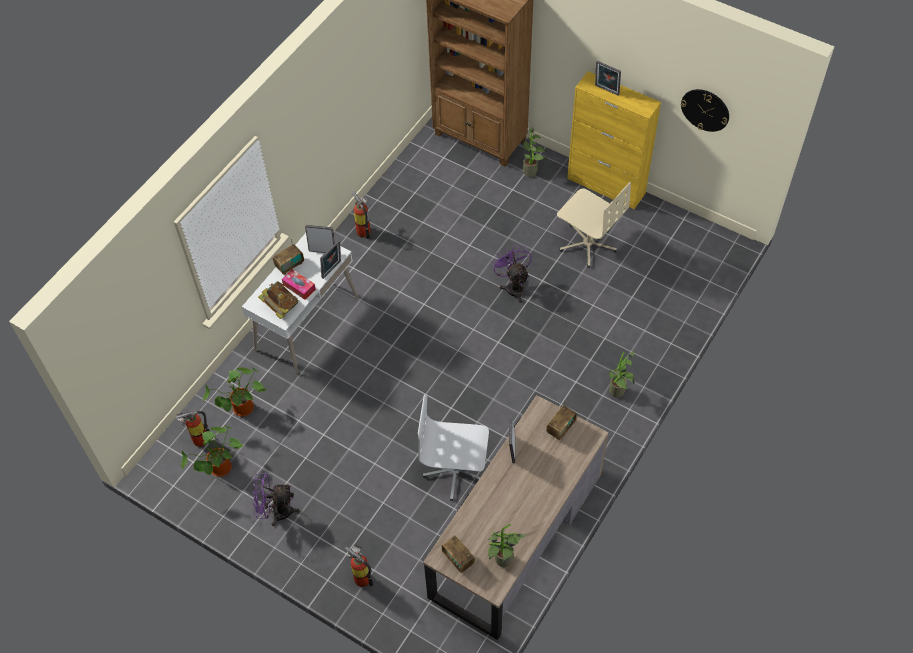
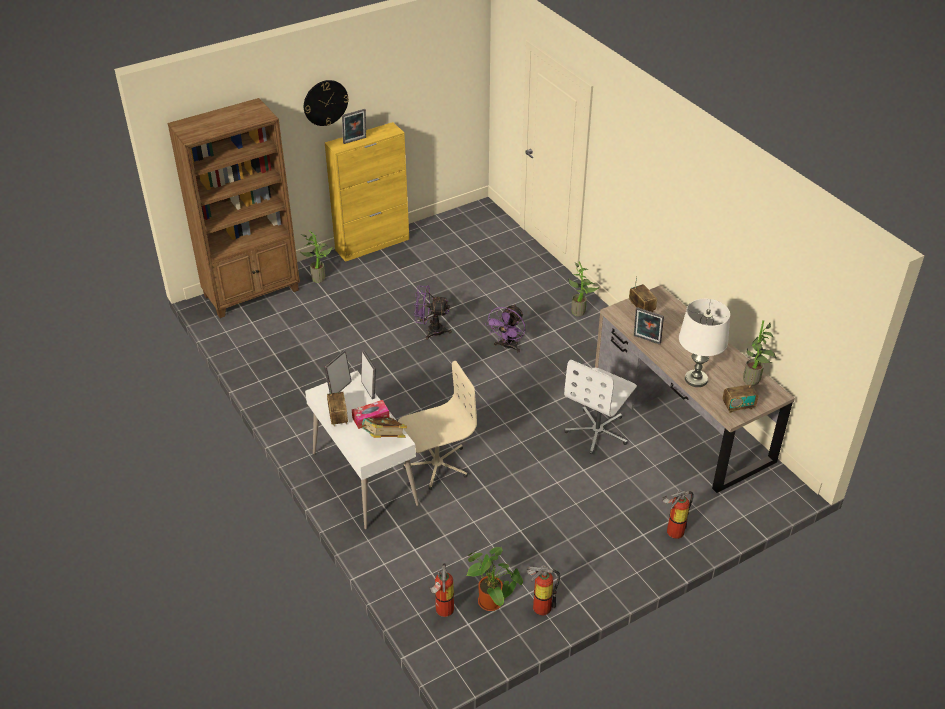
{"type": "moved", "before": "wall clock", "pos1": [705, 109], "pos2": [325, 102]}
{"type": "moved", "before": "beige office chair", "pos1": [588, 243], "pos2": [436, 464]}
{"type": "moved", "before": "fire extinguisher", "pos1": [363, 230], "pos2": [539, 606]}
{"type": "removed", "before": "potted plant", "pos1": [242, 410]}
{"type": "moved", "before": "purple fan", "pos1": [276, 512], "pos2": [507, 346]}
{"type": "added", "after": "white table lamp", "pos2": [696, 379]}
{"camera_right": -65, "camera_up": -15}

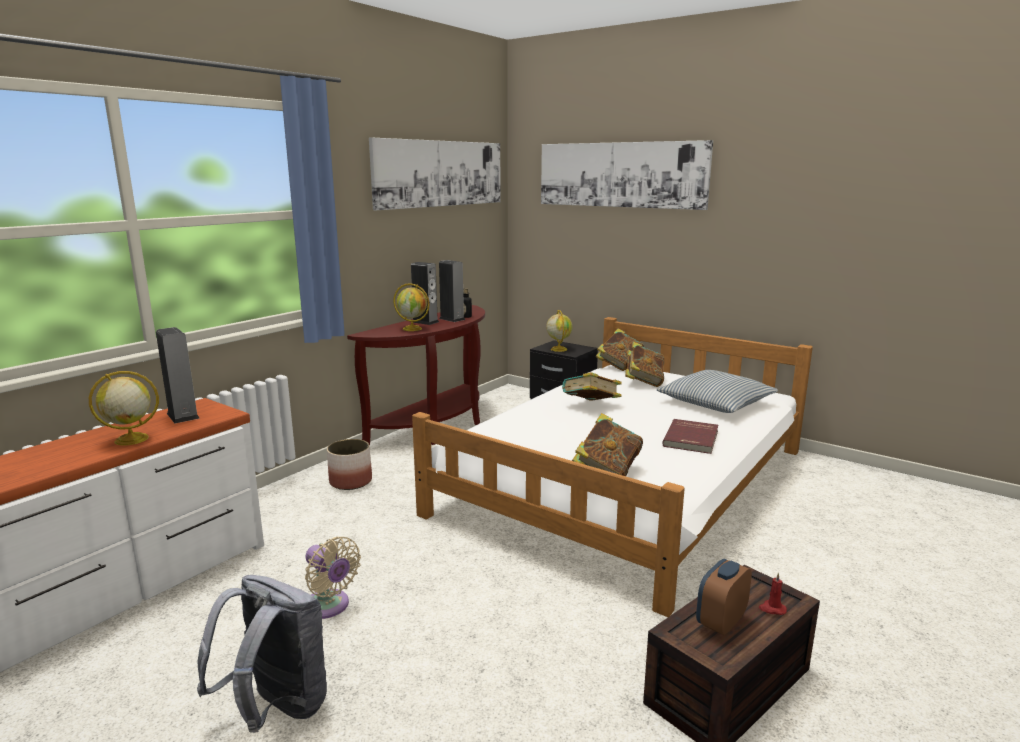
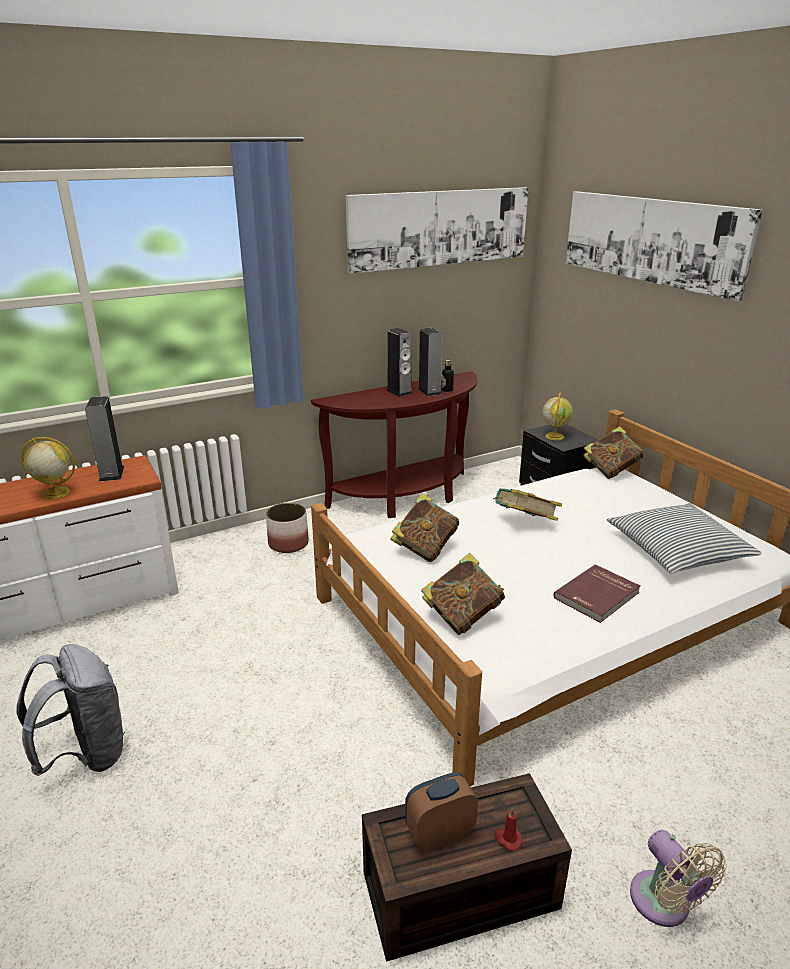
{"type": "removed", "before": "globe", "pos1": [413, 329]}
{"type": "moved", "before": "book", "pos1": [643, 382], "pos2": [425, 548]}
{"type": "moved", "before": "beige fan", "pos1": [329, 607], "pos2": [664, 905]}
{"camera_right": 25, "camera_up": 10}

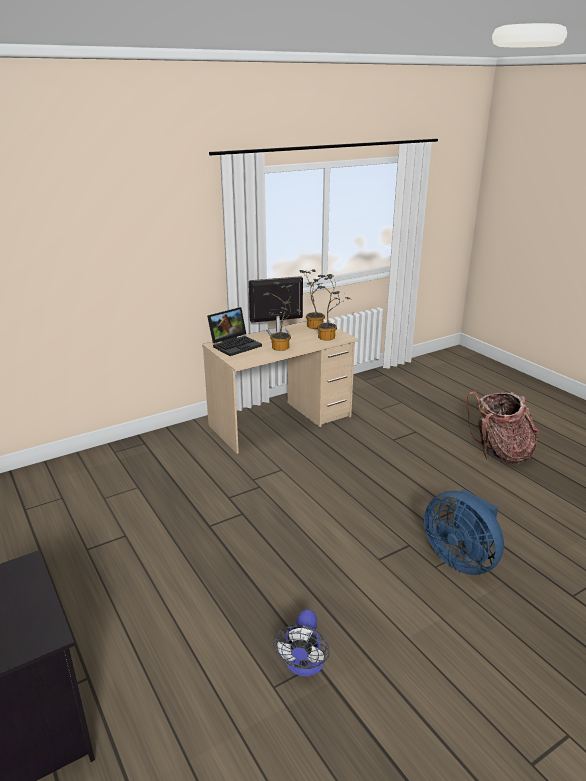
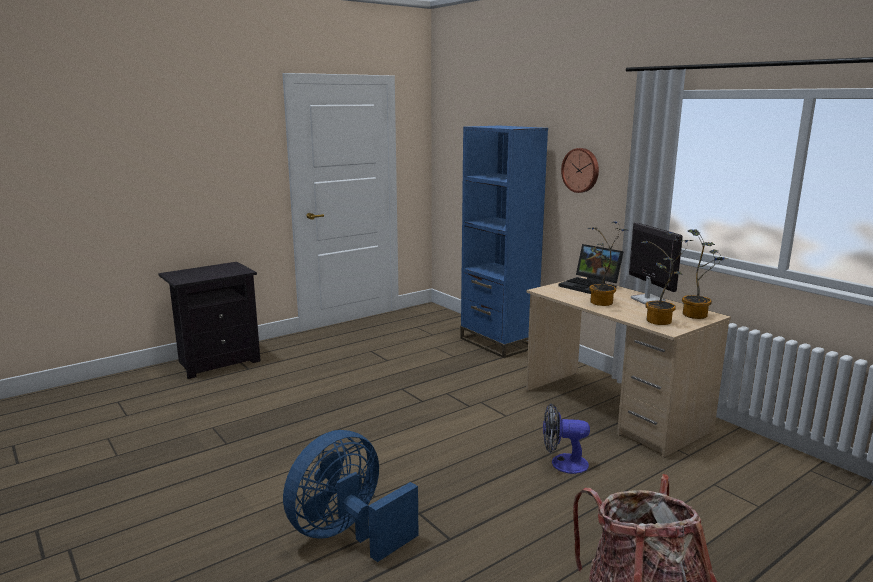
{"type": "moved", "before": "fan", "pos1": [303, 666], "pos2": [562, 463]}
{"type": "added", "after": "blue bookcase", "pos2": [498, 343]}
{"type": "added", "after": "wall clock", "pos2": [581, 170]}
{"camera_right": 85, "camera_up": -10}

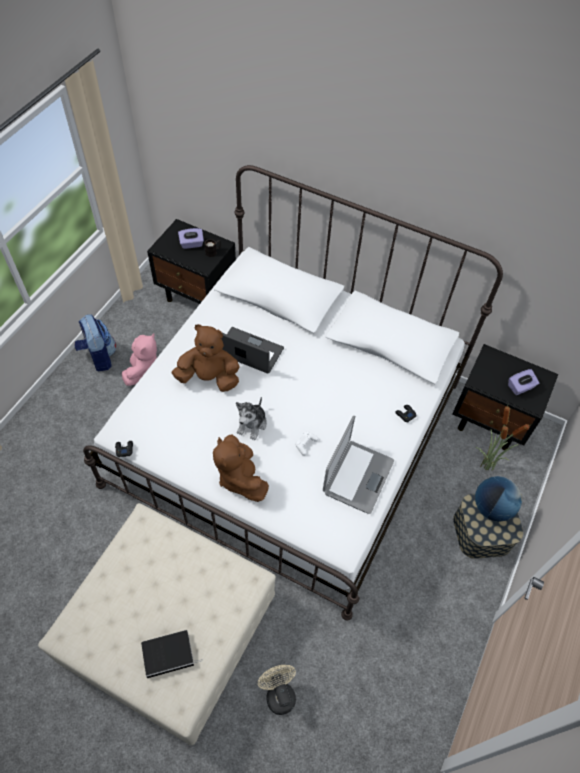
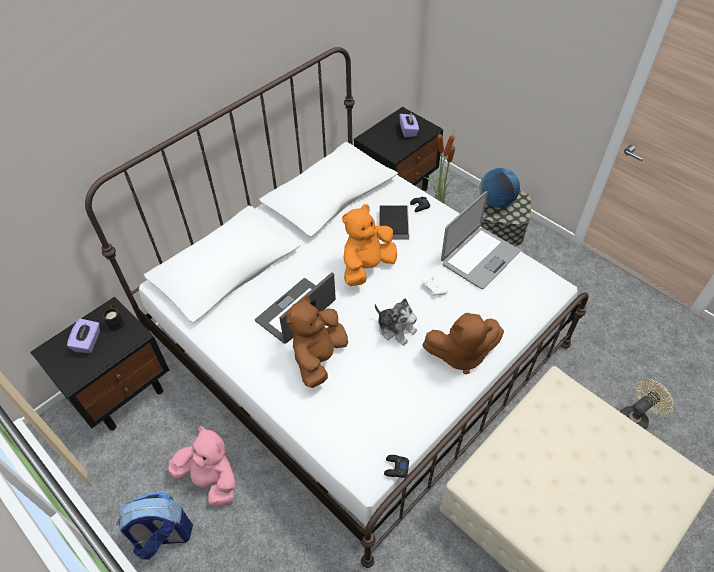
{"type": "turned", "before": "laptop", "pos1": [357, 476], "pos2": [479, 257], "turn": 90}
{"type": "moved", "before": "book", "pos1": [169, 653], "pos2": [393, 223]}
{"type": "turned", "before": "beige fan", "pos1": [278, 693], "pos2": [635, 418], "turn": 150}
{"type": "added", "after": "orange plush toy", "pos2": [367, 267]}
{"camera_right": -70, "camera_up": -5}

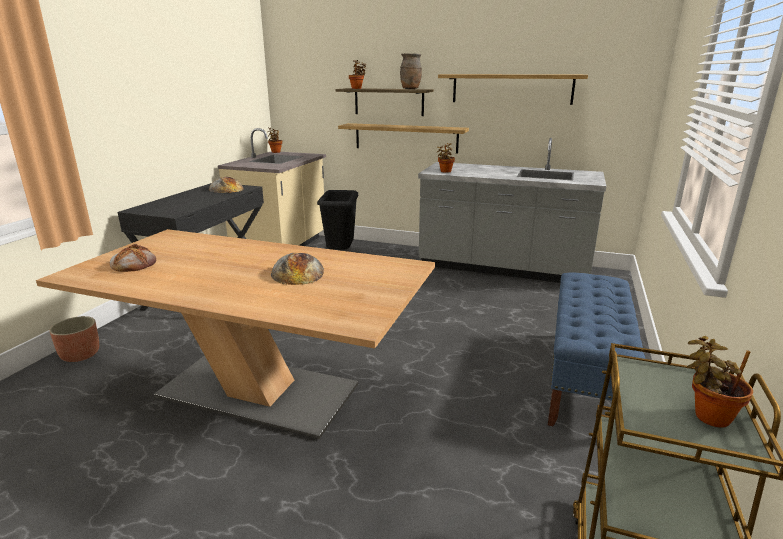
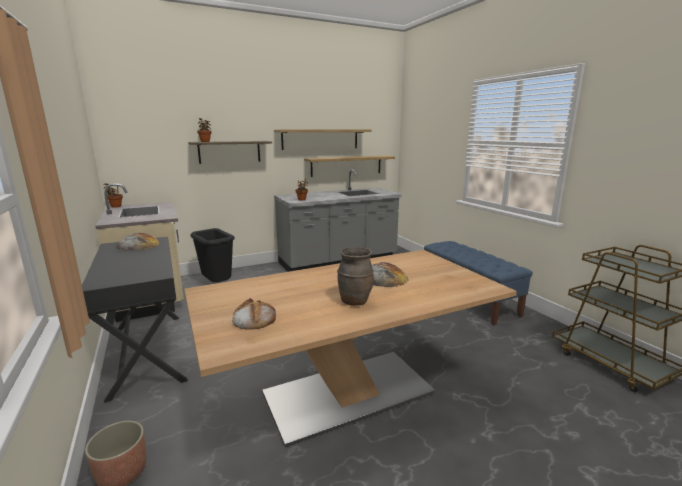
{"type": "moved", "before": "brown vase", "pos1": [410, 89], "pos2": [354, 301]}
{"type": "moved", "before": "shelf", "pos1": [406, 138], "pos2": [346, 165]}
{"type": "removed", "before": "potted plant", "pos1": [708, 415]}
{"camera_right": -45, "camera_up": -5}

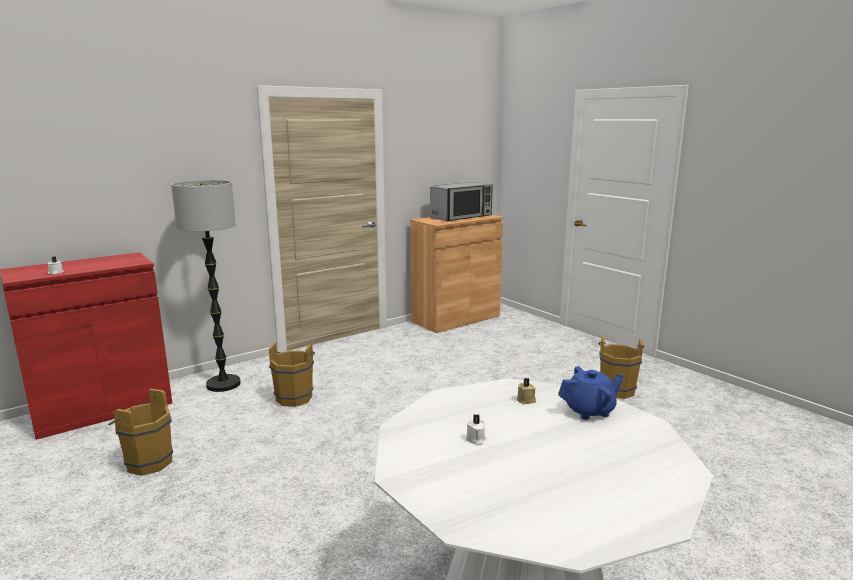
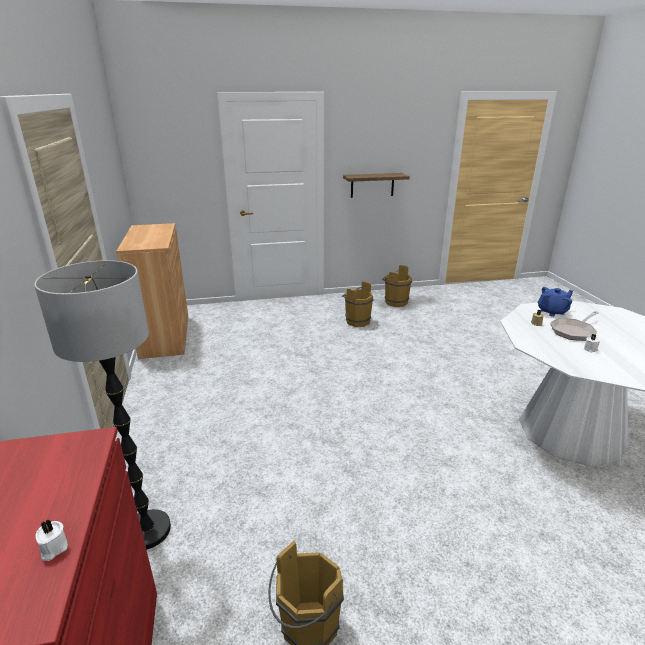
{"type": "removed", "before": "microwave", "pos1": [461, 217]}
{"type": "moved", "before": "brown bucket", "pos1": [295, 397], "pos2": [394, 302]}
{"type": "turned", "before": "blue teapot", "pos1": [589, 411], "pos2": [552, 312], "turn": 60}
{"type": "added", "after": "shelf", "pos2": [372, 185]}
{"type": "added", "after": "frying pan", "pos2": [574, 331]}
{"camera_right": -65, "camera_up": 10}

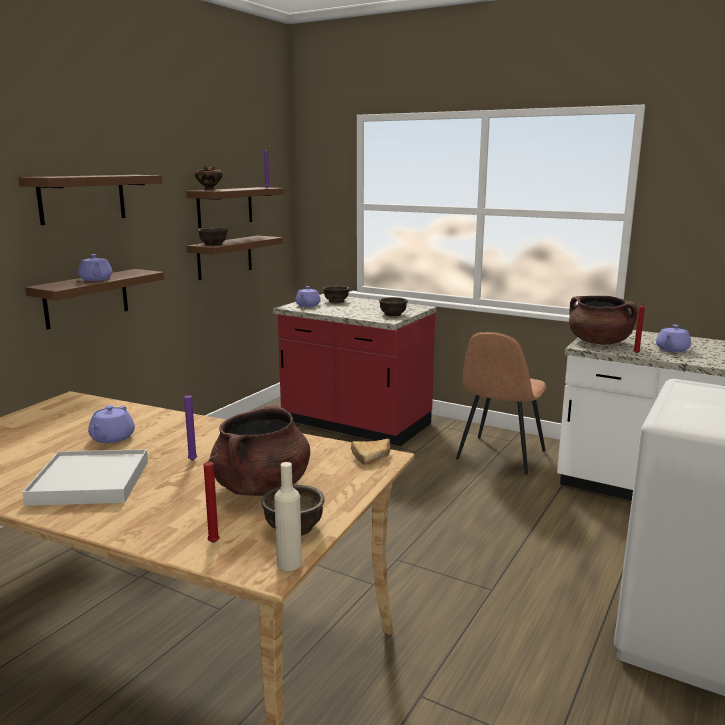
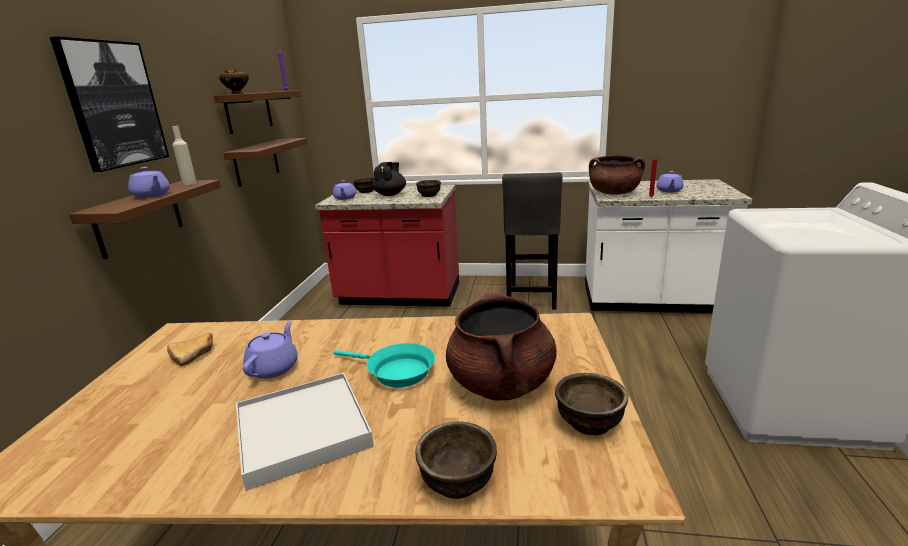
{"type": "replaced", "before": "brown shelf", "after": "picture", "pos1": [82, 198], "pos2": [113, 105]}
{"type": "moved", "before": "brown bowl", "pos1": [213, 244], "pos2": [457, 480]}
{"type": "replaced", "before": "brown chair", "after": "grey stool", "pos1": [500, 456], "pos2": [531, 298]}
{"type": "replaced", "before": "purple candle", "after": "turquoise frying pan", "pos1": [194, 461], "pos2": [396, 371]}
{"type": "turned", "before": "purple teapot", "pos1": [112, 438], "pos2": [274, 368], "turn": -150}
{"type": "moved", "before": "bread", "pos1": [374, 456], "pos2": [195, 354]}
{"type": "removed", "before": "red candle", "pos1": [216, 542]}
{"type": "moved", "before": "beige bottle", "pos1": [289, 563], "pos2": [189, 183]}
{"type": "added", "after": "black teapot", "pos2": [390, 194]}
{"camera_right": -20, "camera_up": 5}

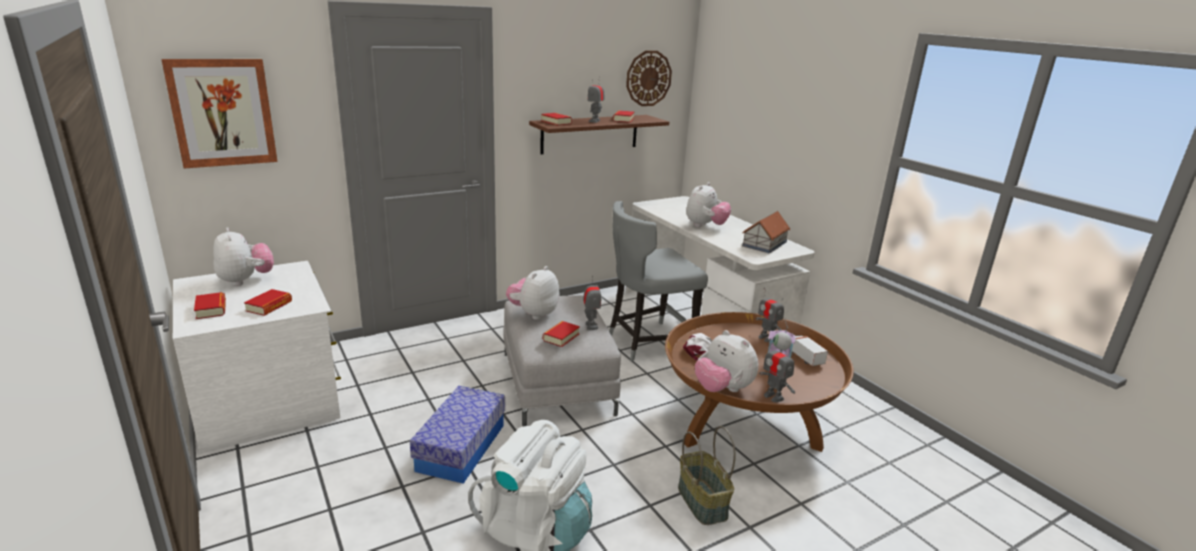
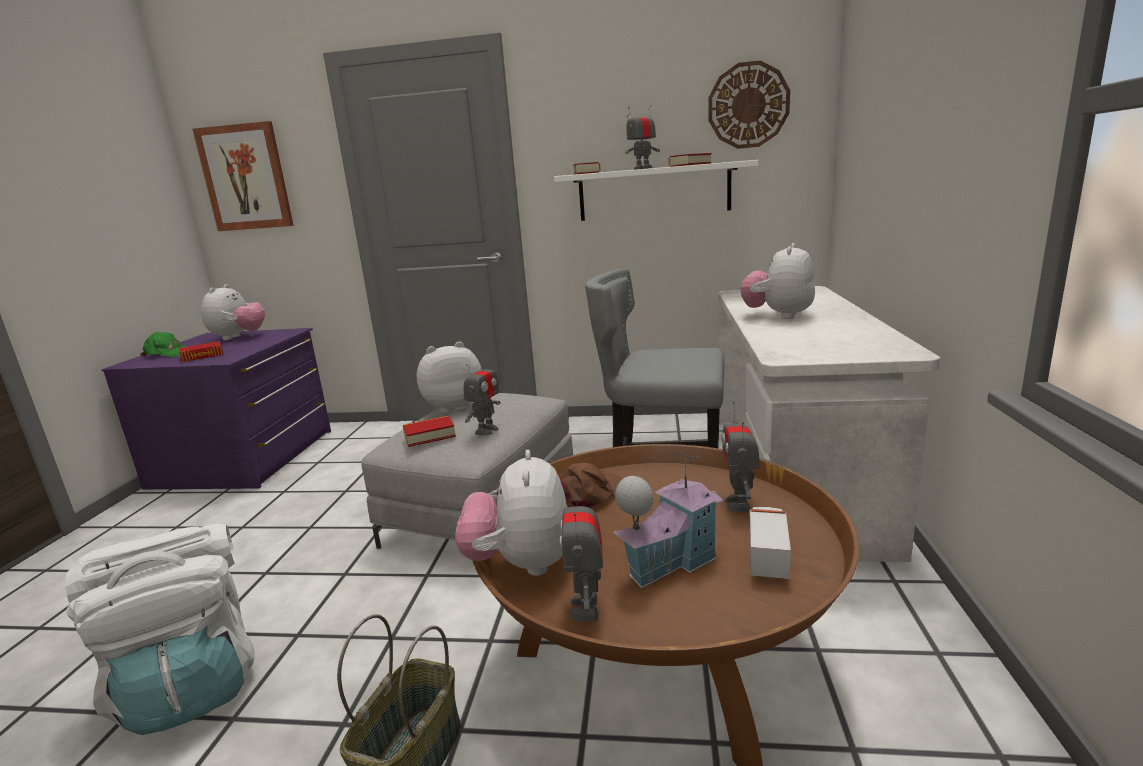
{"type": "recoloured", "before": "brown shelf", "after": "white shelf", "pos1": [590, 134], "pos2": [654, 192]}
{"type": "turned", "before": "plush toy", "pos1": [705, 226], "pos2": [778, 316], "turn": 135}
{"type": "removed", "before": "toy house", "pos1": [764, 244]}
{"type": "recoloured", "before": "white dresser", "after": "purple dresser", "pos1": [269, 399], "pos2": [247, 458]}
{"type": "replaced", "before": "book", "after": "green cap", "pos1": [211, 309], "pos2": [169, 353]}
{"type": "recoloured", "before": "white cap", "after": "brown cap", "pos1": [699, 350], "pos2": [588, 495]}
{"type": "removed", "before": "storage box", "pos1": [461, 447]}
{"camera_right": 40, "camera_up": -5}

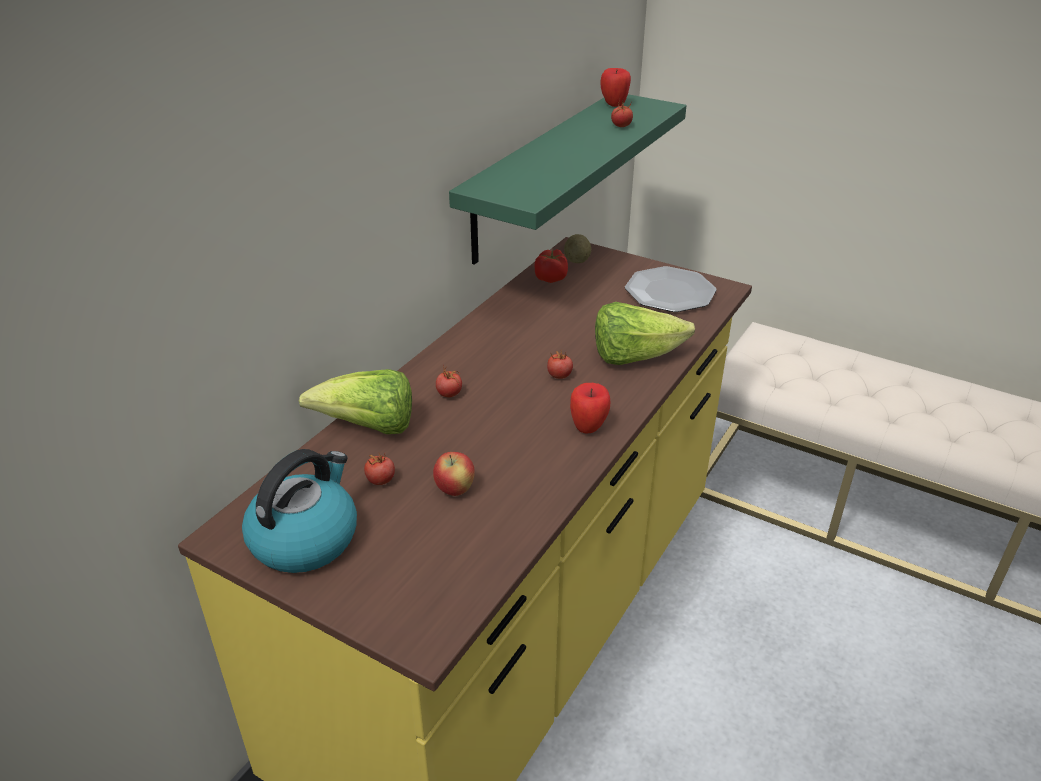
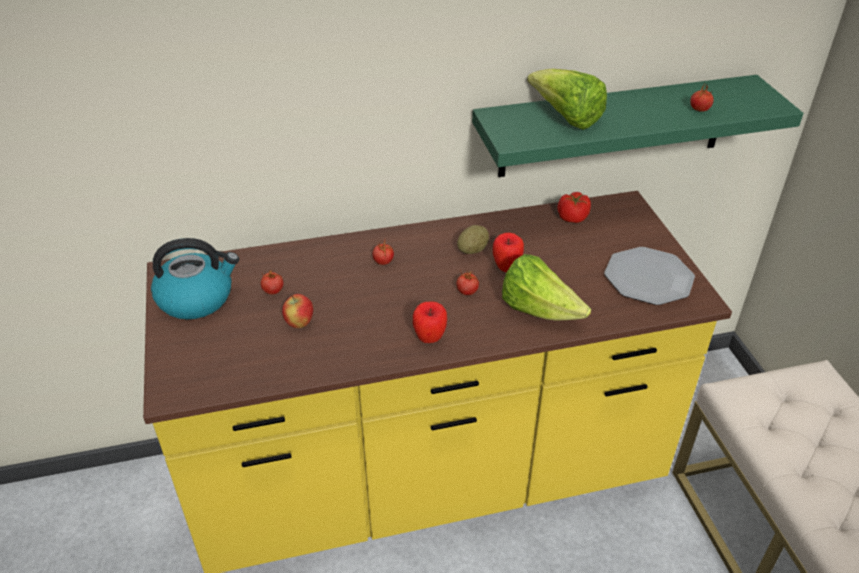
{"type": "moved", "before": "apple", "pos1": [614, 105], "pos2": [506, 268]}
{"type": "moved", "before": "potato", "pos1": [577, 261], "pos2": [472, 250]}
{"type": "moved", "before": "lettuce", "pos1": [368, 427], "pos2": [566, 118]}
{"camera_right": 45, "camera_up": 5}

